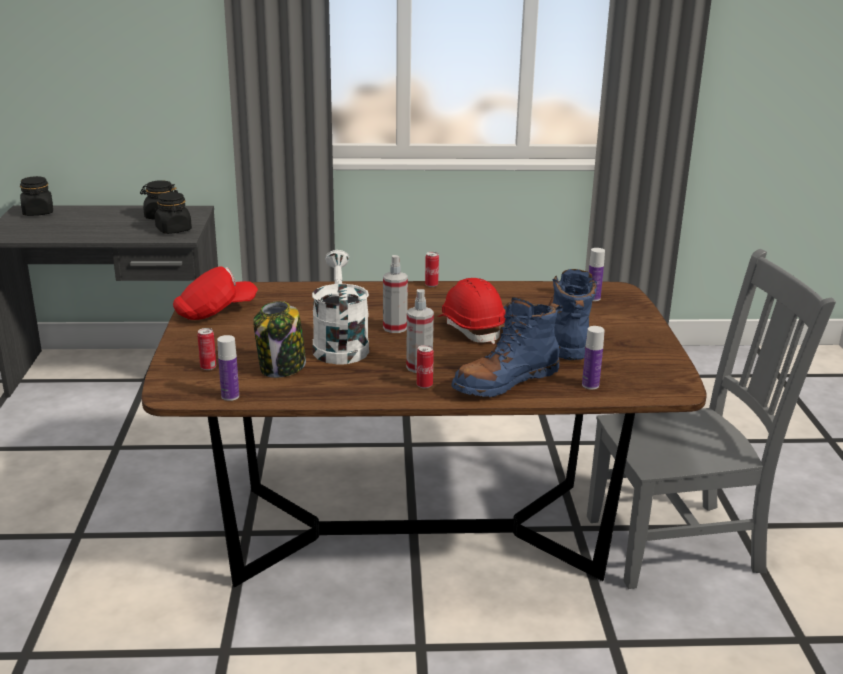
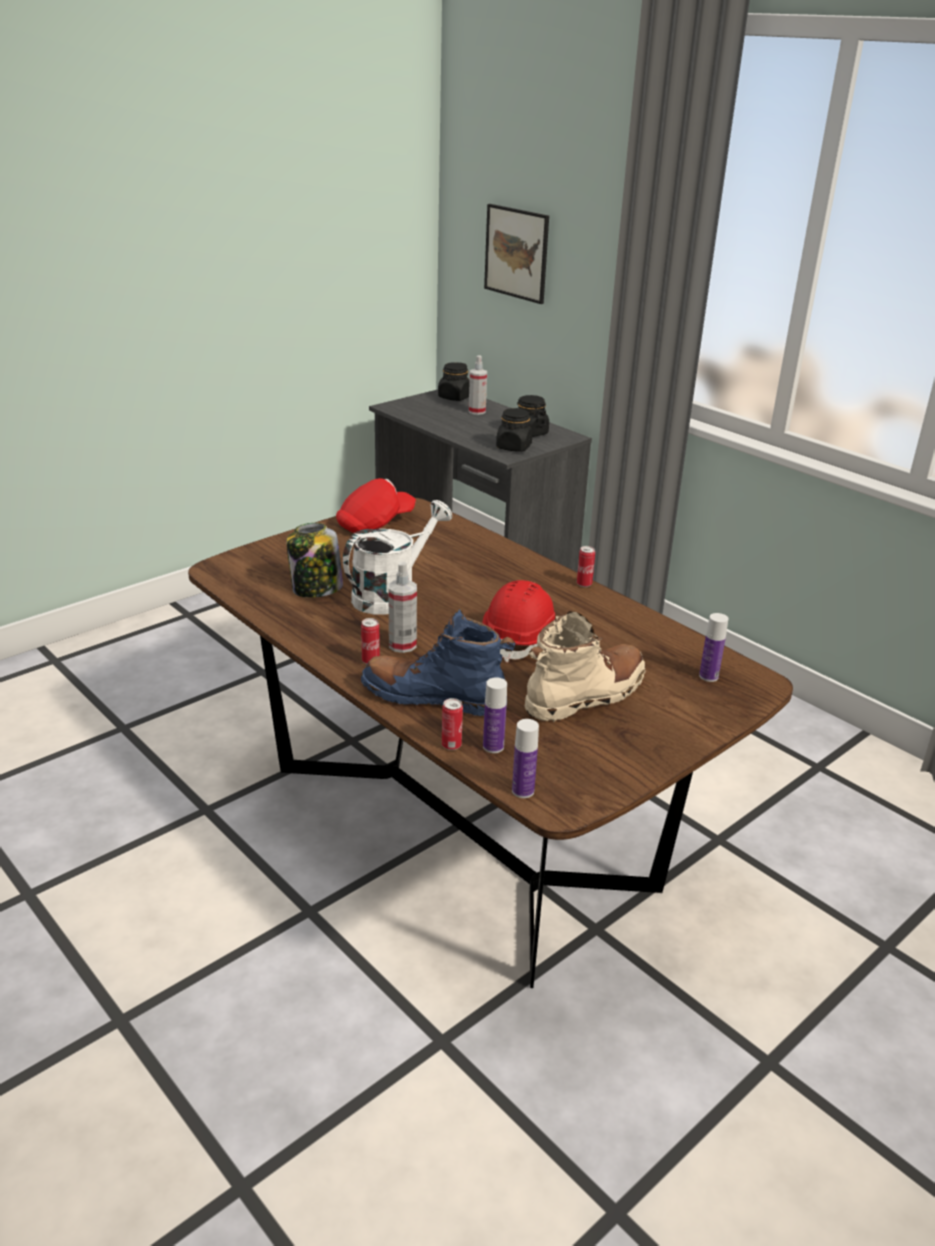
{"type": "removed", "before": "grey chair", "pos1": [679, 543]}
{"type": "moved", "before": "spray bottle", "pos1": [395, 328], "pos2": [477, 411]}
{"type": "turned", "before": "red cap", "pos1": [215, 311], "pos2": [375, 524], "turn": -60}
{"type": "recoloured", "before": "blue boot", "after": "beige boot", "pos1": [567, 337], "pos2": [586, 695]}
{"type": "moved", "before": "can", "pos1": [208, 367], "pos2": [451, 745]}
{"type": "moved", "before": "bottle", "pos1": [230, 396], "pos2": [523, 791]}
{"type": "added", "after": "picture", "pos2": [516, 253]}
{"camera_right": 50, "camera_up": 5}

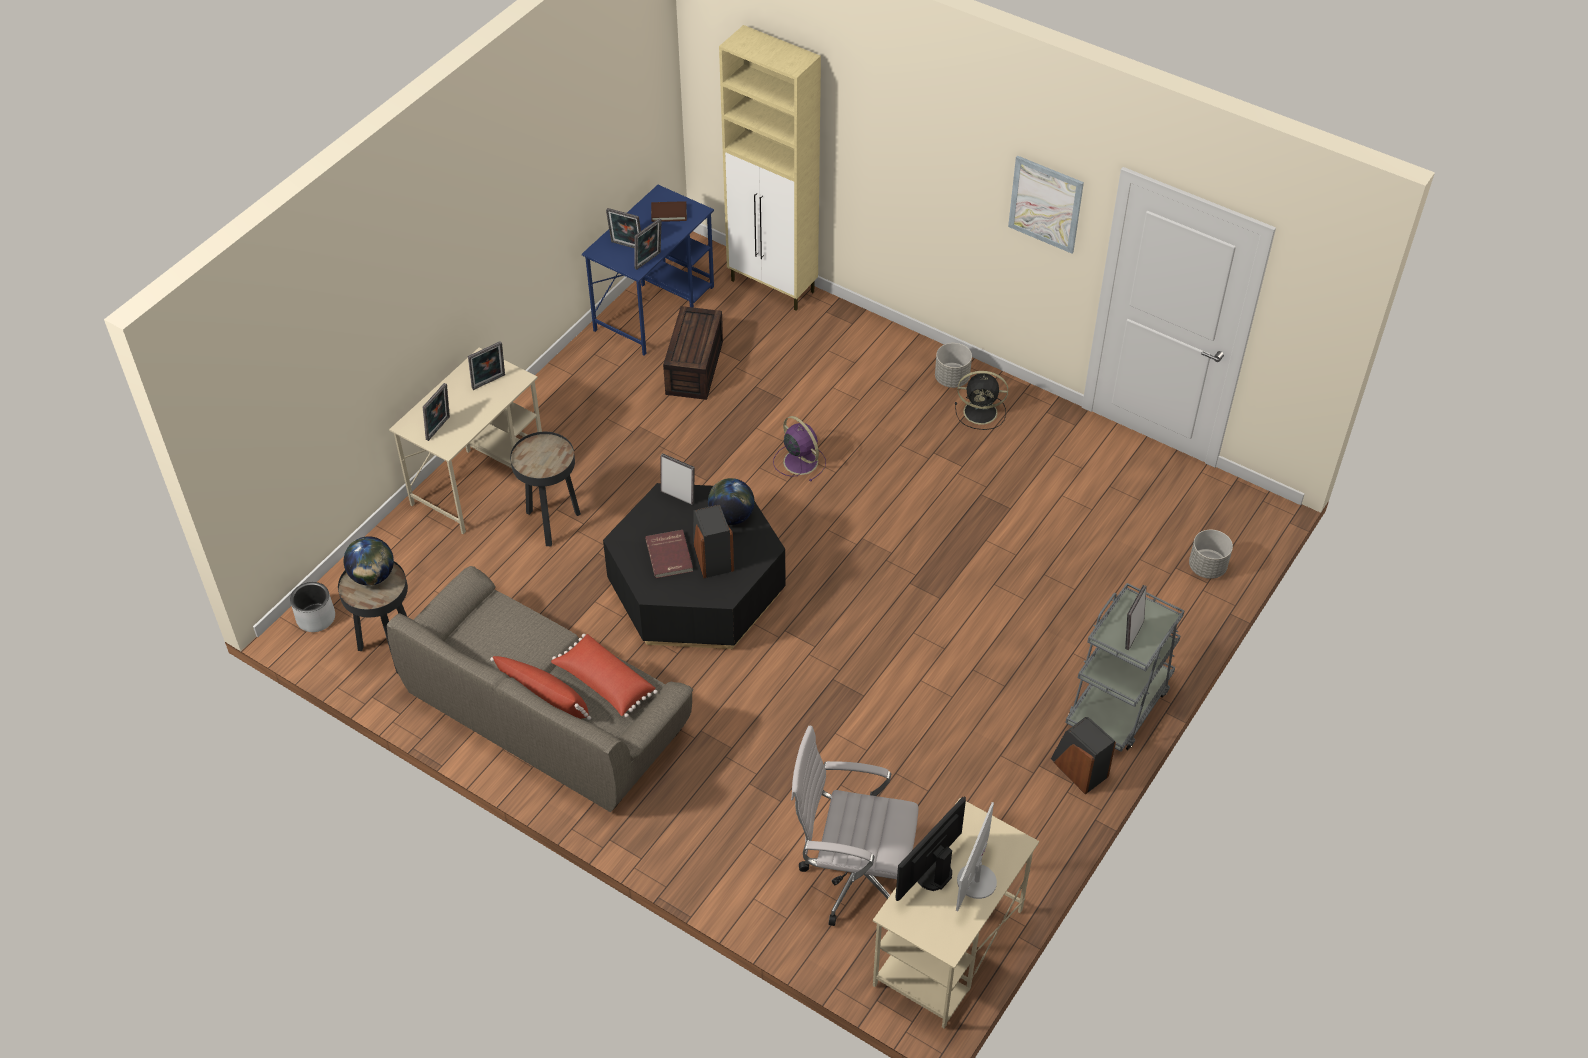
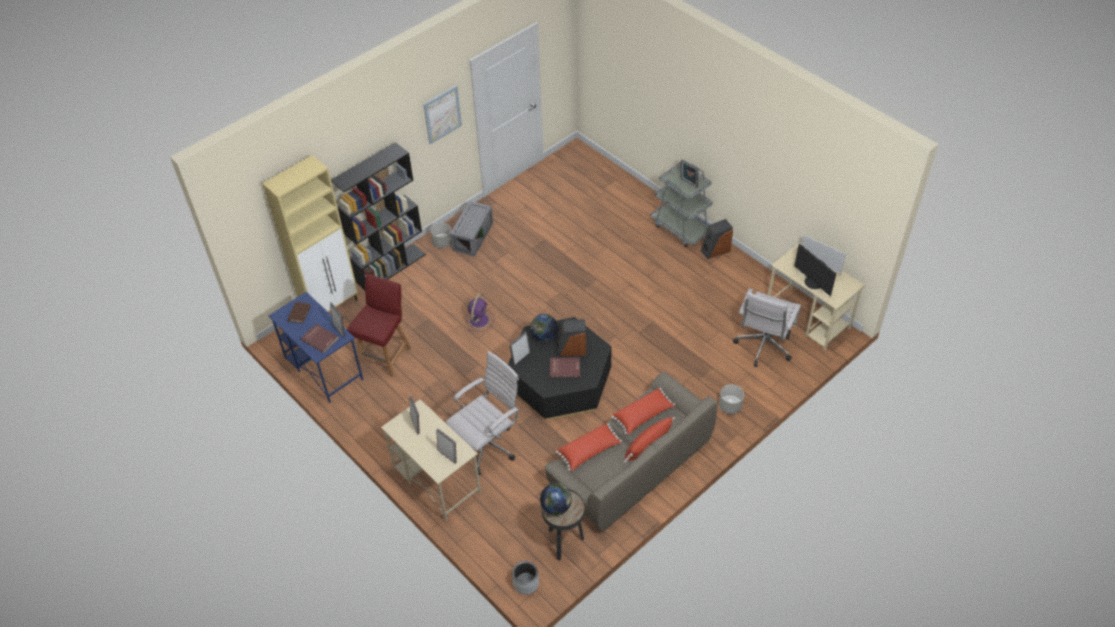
{"type": "replaced", "before": "picture frame", "after": "red book", "pos1": [626, 246], "pos2": [320, 339]}
{"type": "replaced", "before": "brown storage box", "after": "red chair", "pos1": [695, 368], "pos2": [385, 355]}
{"type": "replaced", "before": "black fan", "after": "grey storage box", "pos1": [982, 412], "pos2": [472, 236]}
{"type": "turned", "before": "purple fan", "pos1": [799, 461], "pos2": [479, 319], "turn": 135}
{"type": "replaced", "before": "black side table", "after": "white office chair", "pos1": [552, 524], "pos2": [488, 445]}
{"type": "moved", "before": "grey planter", "pos1": [1207, 567], "pos2": [730, 406]}
{"type": "added", "after": "black bookcase", "pos2": [390, 267]}
{"type": "added", "after": "red pillow", "pos2": [589, 451]}
{"camera_right": -75, "camera_up": 0}

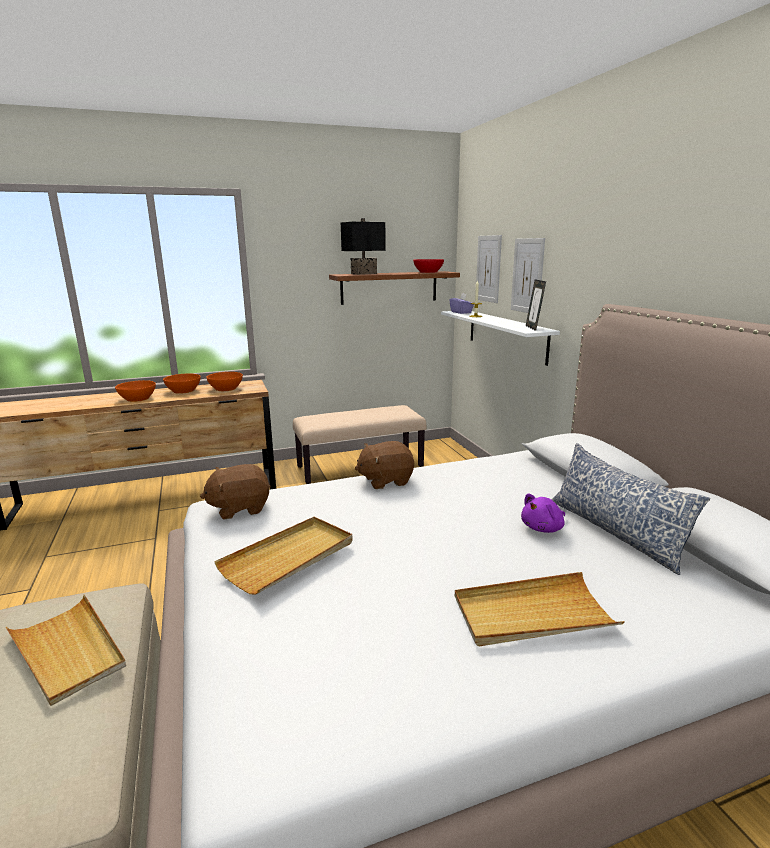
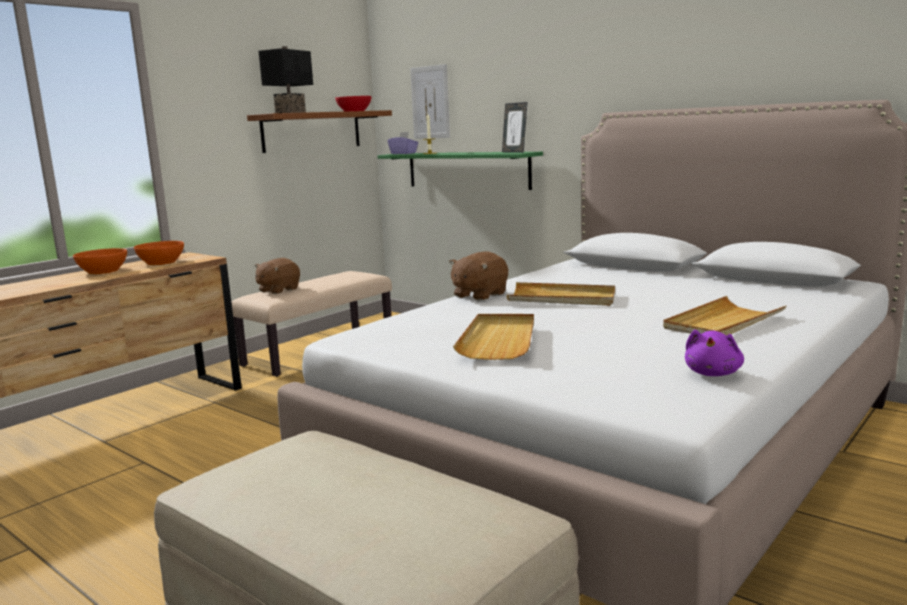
{"type": "removed", "before": "picture", "pos1": [527, 276]}
{"type": "recoloured", "before": "white shelf", "after": "green shelf", "pos1": [506, 335], "pos2": [467, 170]}
{"type": "removed", "before": "orange bowl", "pos1": [137, 398]}
{"type": "removed", "before": "pillow", "pos1": [614, 531]}
{"type": "moved", "before": "brown plush toy", "pos1": [239, 508], "pos2": [278, 290]}
{"type": "moved", "before": "purple plush toy", "pos1": [543, 528], "pos2": [713, 373]}
{"type": "moved", "before": "beige tray", "pos1": [68, 651], "pos2": [562, 298]}
{"camera_right": -30, "camera_up": -5}

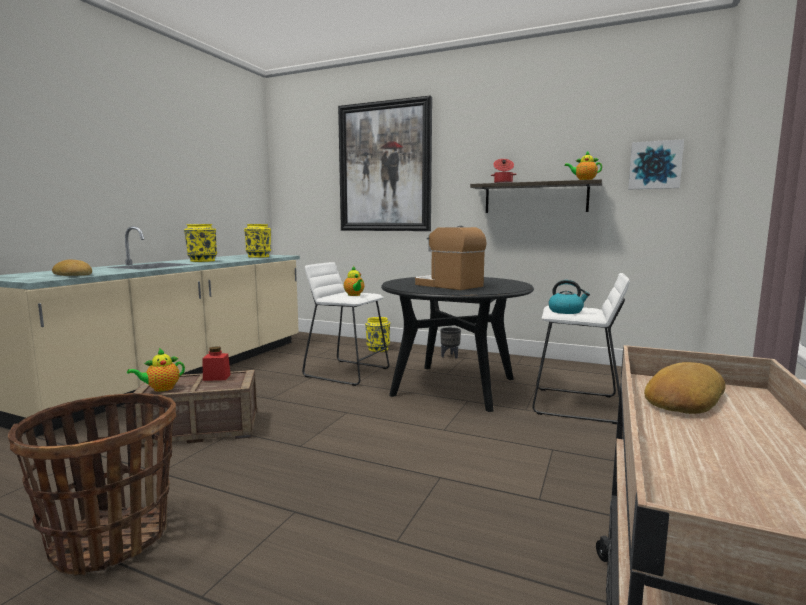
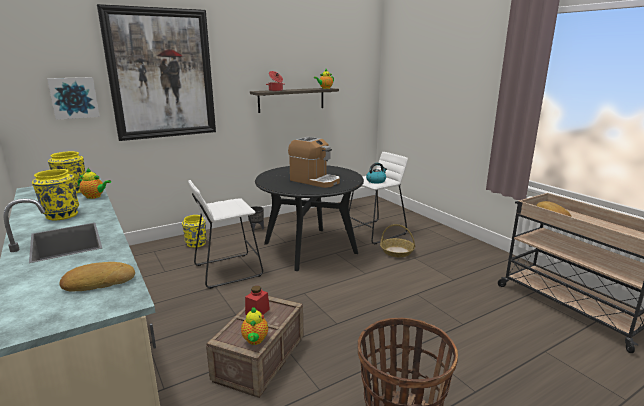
{"type": "moved", "before": "picture", "pos1": [655, 165], "pos2": [74, 98]}
{"type": "turned", "before": "coffee machine", "pos1": [448, 285], "pos2": [314, 181], "turn": -135}
{"type": "moved", "before": "teapot", "pos1": [354, 295], "pos2": [95, 197]}
{"type": "added", "after": "basket", "pos2": [397, 251]}
{"camera_right": -55, "camera_up": 10}

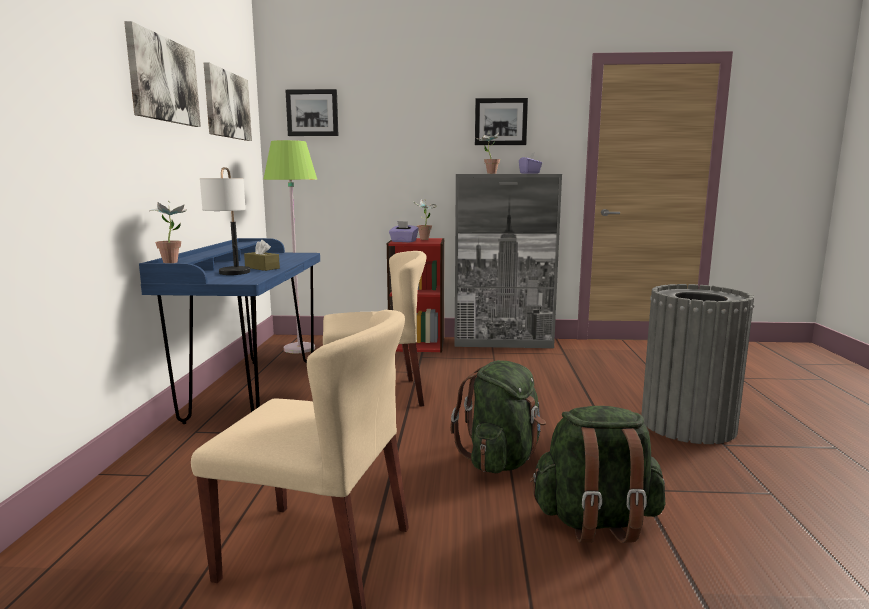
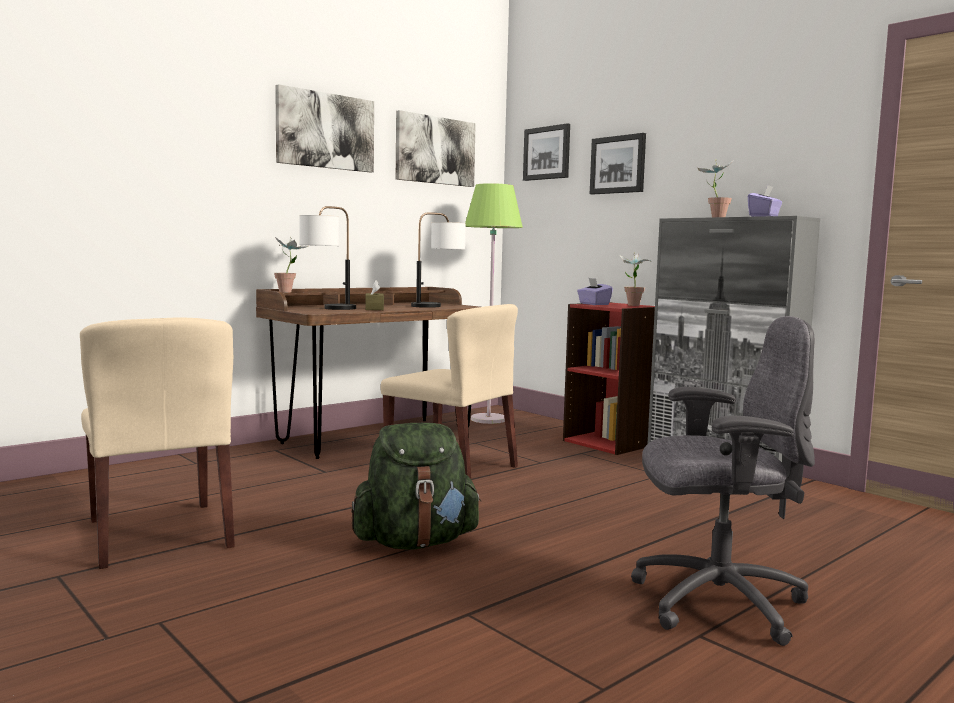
{"type": "moved", "before": "picture", "pos1": [500, 122], "pos2": [618, 164]}
{"type": "recoloured", "before": "blue desk", "after": "brown desk", "pos1": [254, 390], "pos2": [375, 437]}
{"type": "replaced", "before": "grey trash can", "after": "grey office chair", "pos1": [688, 424], "pos2": [715, 602]}
{"type": "removed", "before": "green backpack", "pos1": [595, 521]}
{"type": "added", "after": "table lamp", "pos2": [438, 306]}
{"camera_right": 45, "camera_up": -5}

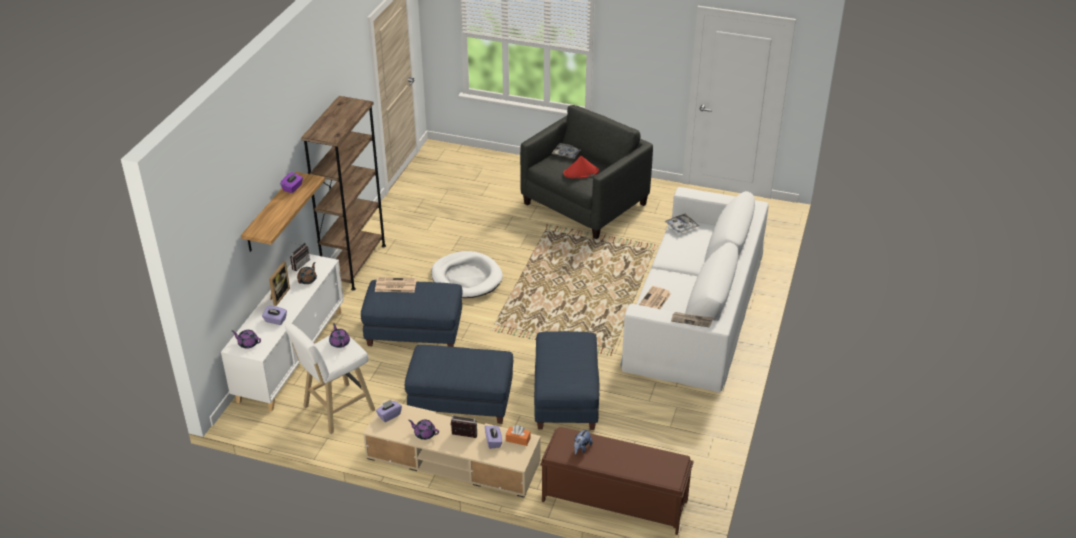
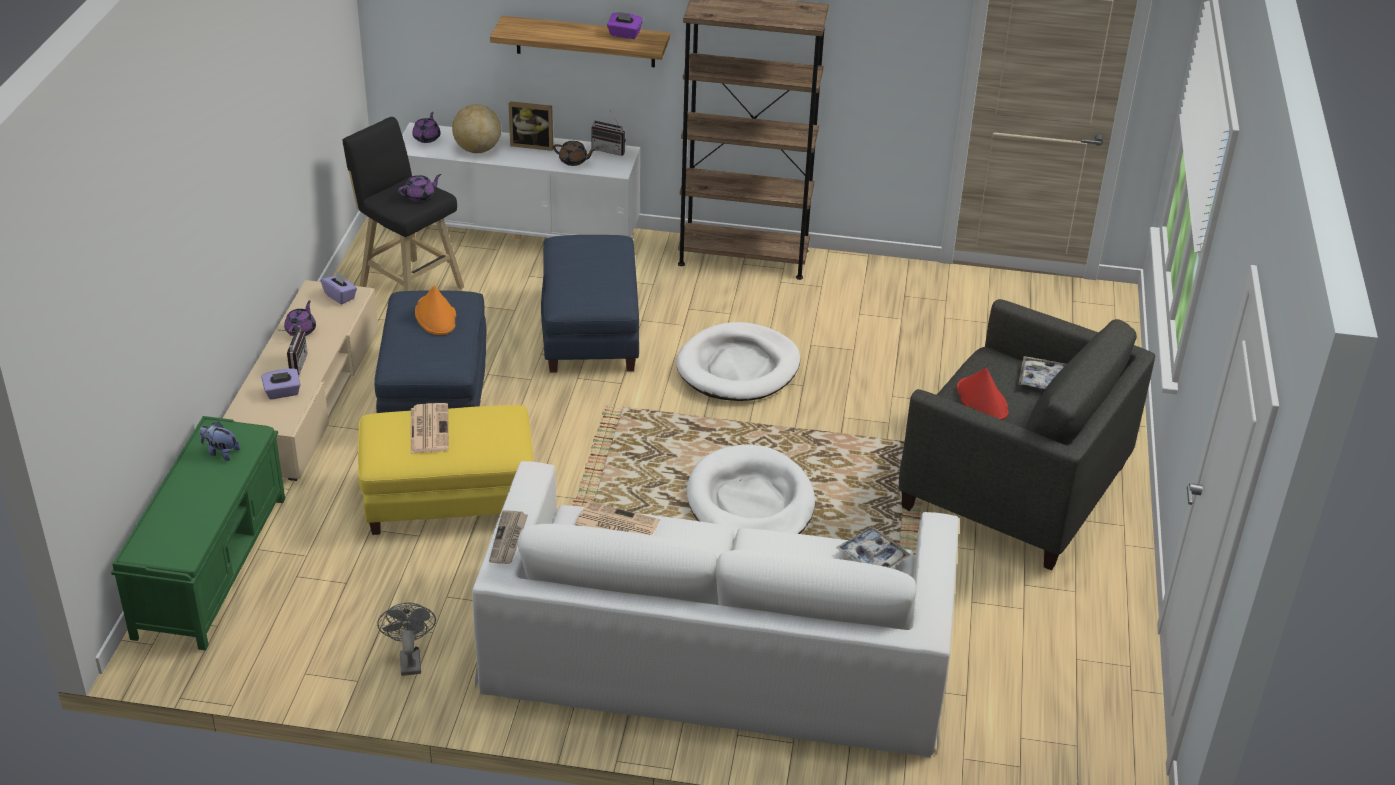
{"type": "moved", "before": "newspaper", "pos1": [395, 285], "pos2": [428, 428]}
{"type": "replaced", "before": "purple tissue box", "after": "globe", "pos1": [275, 320], "pos2": [477, 150]}
{"type": "recoloured", "before": "white stool", "after": "black stool", "pos1": [336, 410], "pos2": [408, 285]}
{"type": "recoloured", "before": "blue ottoman", "after": "yellow ottoman", "pos1": [566, 397], "pos2": [450, 498]}
{"type": "removed", "before": "orange tissue box", "pos1": [518, 439]}
{"type": "recoloured", "before": "brown bench", "after": "green bench", "pos1": [613, 500], "pos2": [211, 564]}
{"type": "added", "after": "orange hat", "pos2": [436, 316]}
{"type": "added", "after": "white dog bed", "pos2": [750, 503]}
{"type": "added", "after": "grey fan", "pos2": [409, 659]}
{"camera_right": 80, "camera_up": 0}

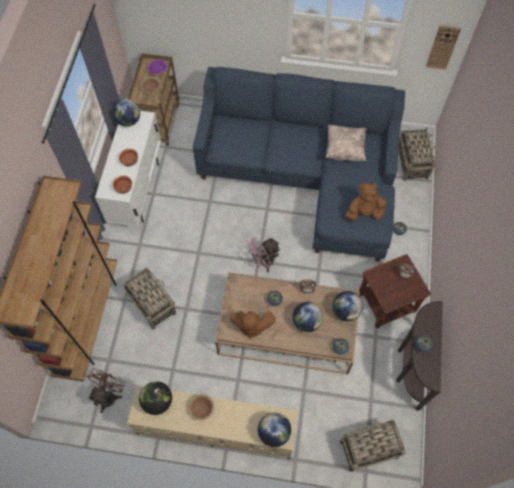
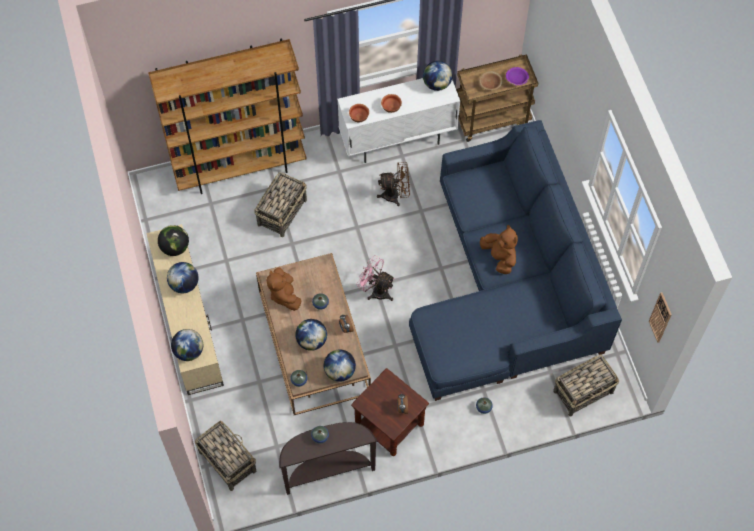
{"type": "removed", "before": "beige pillow", "pos1": [344, 149]}
{"type": "moved", "before": "brown plush toy", "pos1": [364, 213], "pos2": [499, 257]}
{"type": "moved", "before": "brown fan", "pos1": [109, 395], "pos2": [395, 195]}
{"type": "replaced", "before": "brown bowl", "after": "globe", "pos1": [201, 408], "pos2": [184, 284]}
{"camera_right": 65, "camera_up": 0}

